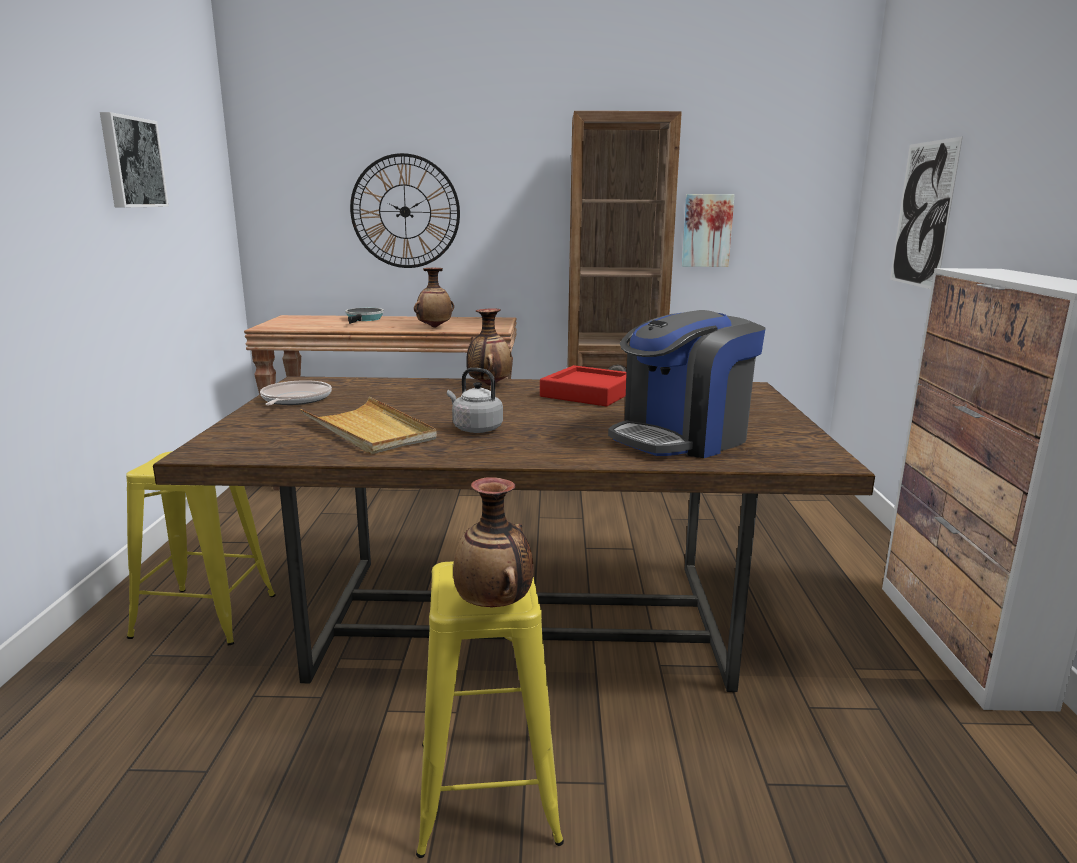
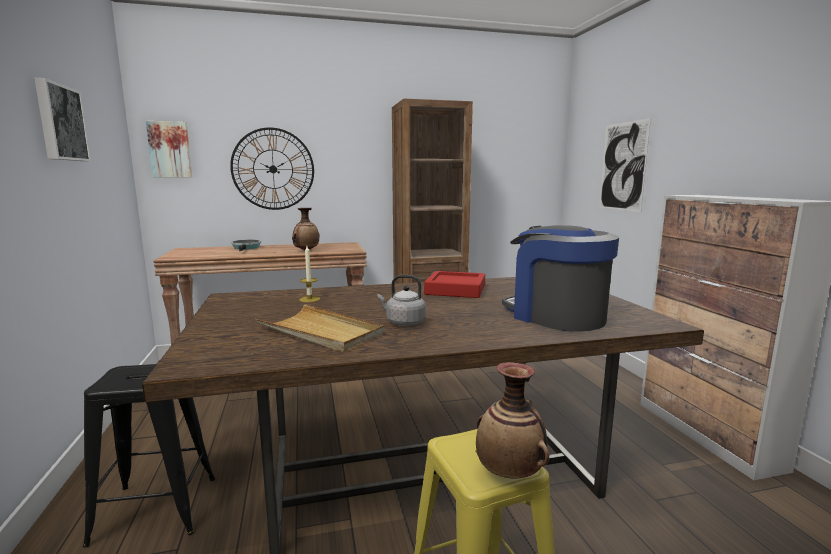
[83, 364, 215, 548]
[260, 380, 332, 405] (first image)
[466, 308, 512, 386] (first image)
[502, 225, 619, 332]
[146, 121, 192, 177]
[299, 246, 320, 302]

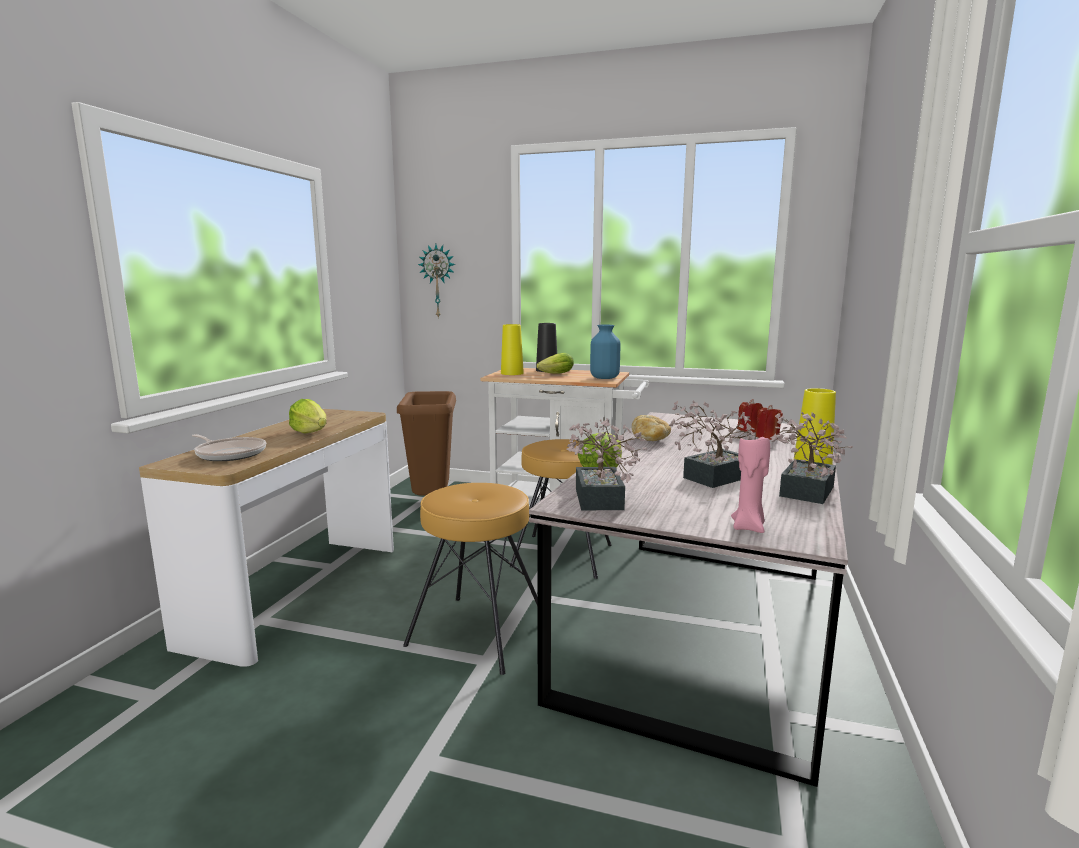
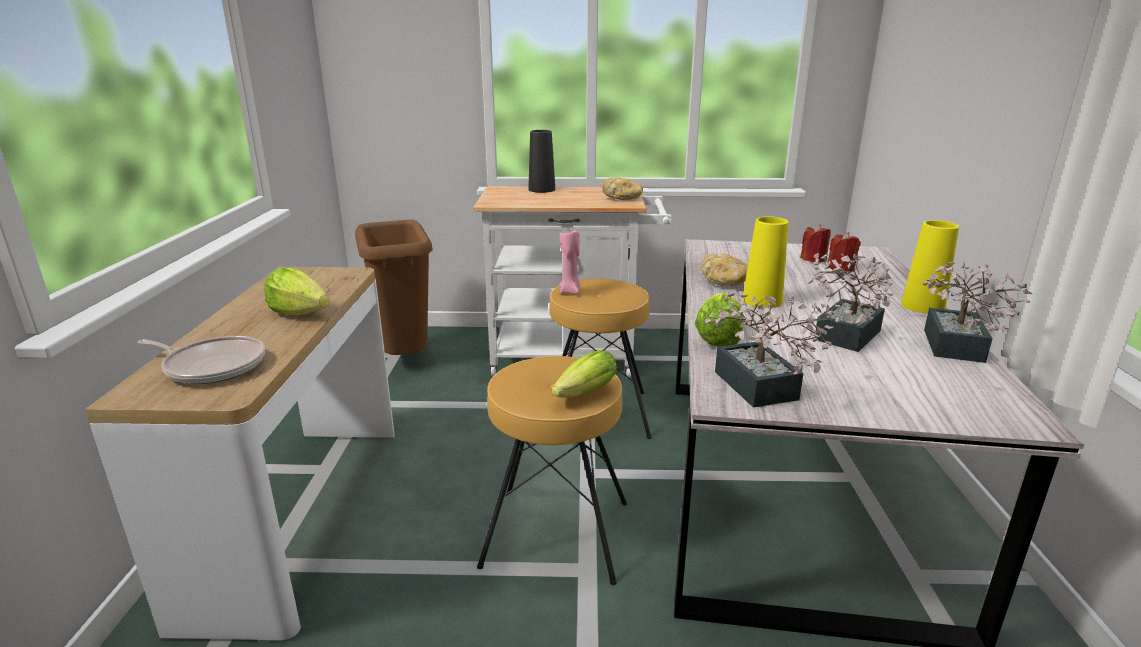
[418, 244, 455, 319] (first image)
[742, 216, 789, 308]
[552, 350, 617, 398]
[602, 177, 643, 200]
[559, 230, 580, 294]

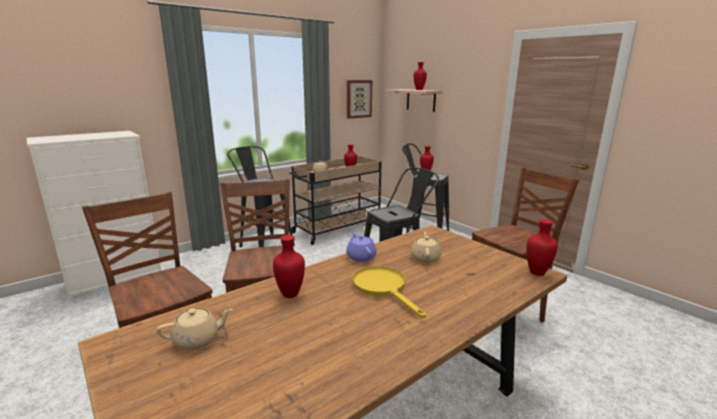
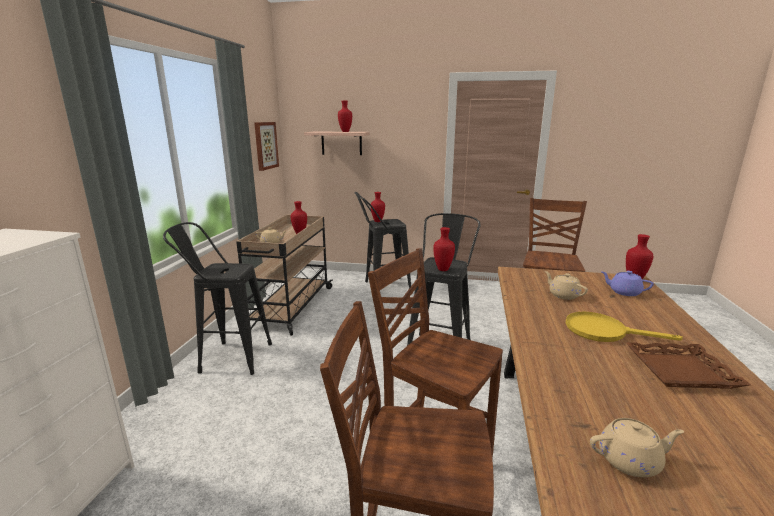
[590, 418, 685, 477]
[433, 227, 455, 271]
[601, 271, 654, 296]
[626, 342, 751, 389]

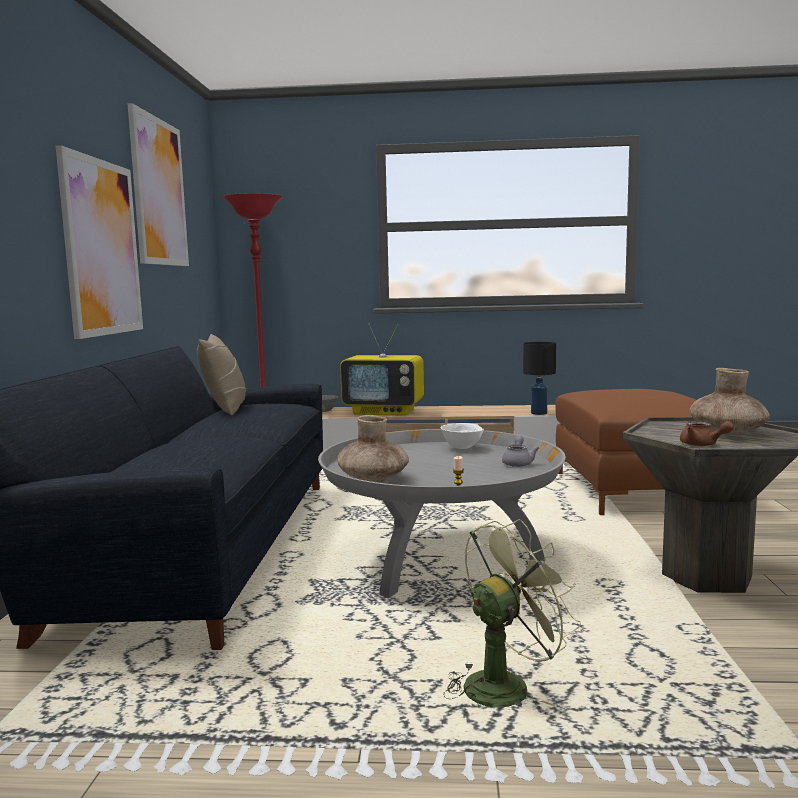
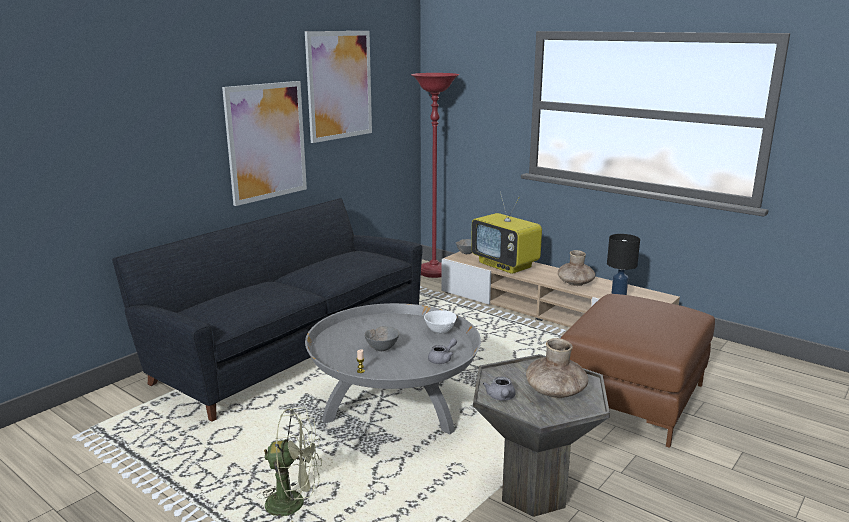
[197, 334, 247, 416] (first image)
[558, 250, 595, 286]
[483, 377, 516, 401]
[364, 326, 400, 351]

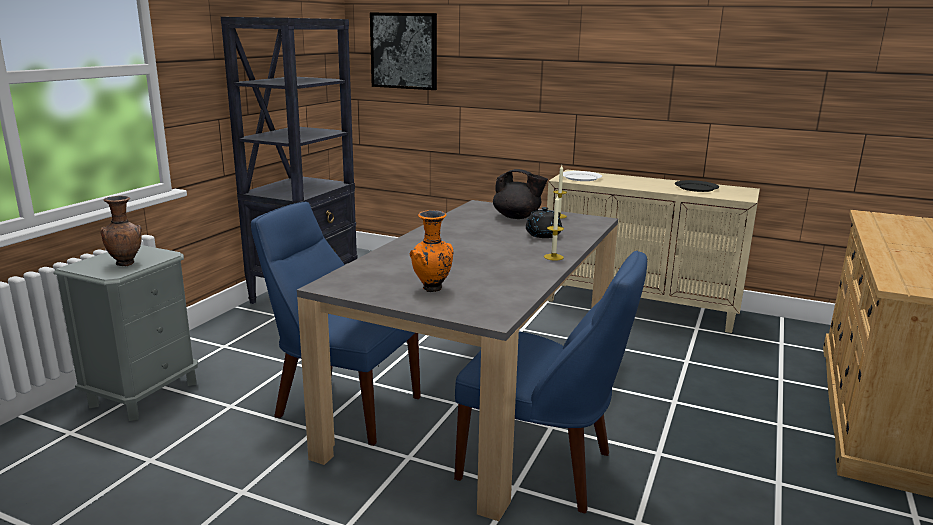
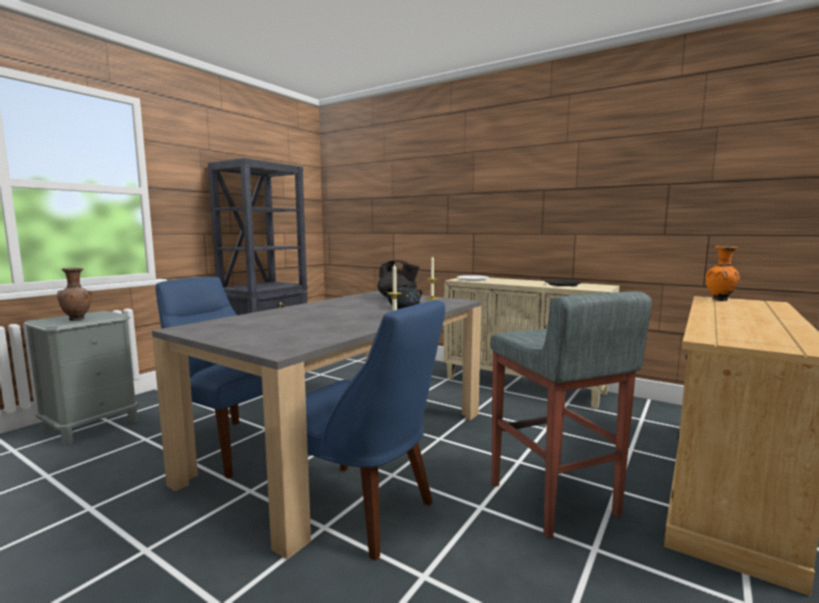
[370, 13, 437, 90] (first image)
[706, 246, 740, 301]
[490, 291, 652, 539]

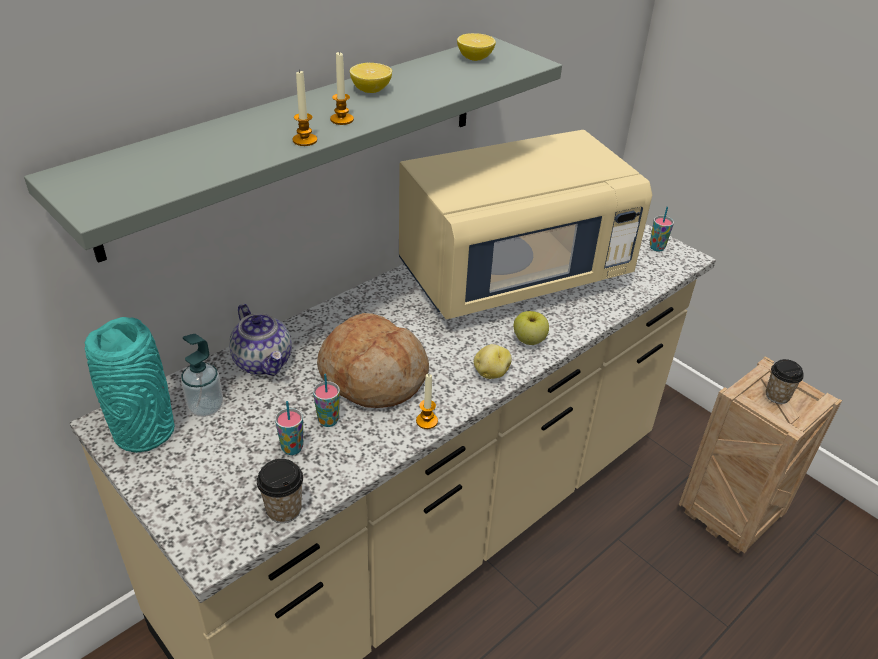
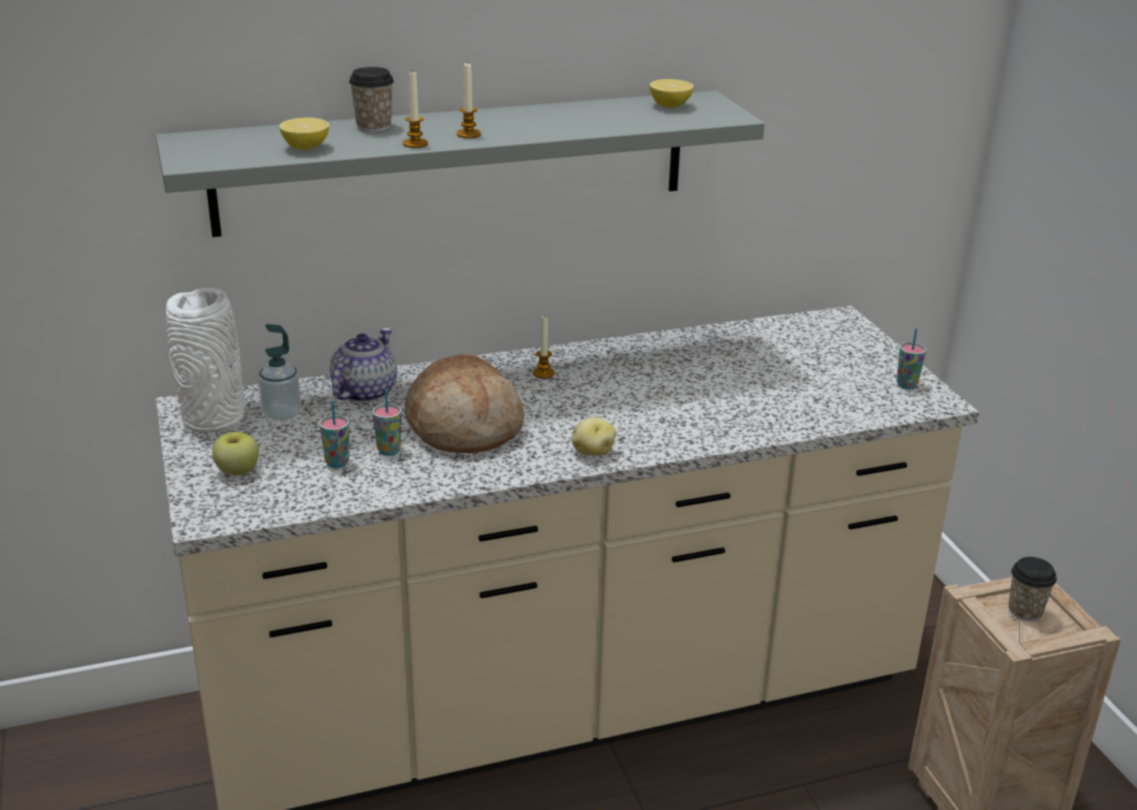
[166, 287, 244, 433]
[330, 328, 397, 403]
[349, 67, 394, 132]
[279, 118, 329, 150]
[399, 130, 652, 319] (first image)
[533, 315, 555, 379]
[212, 432, 259, 476]

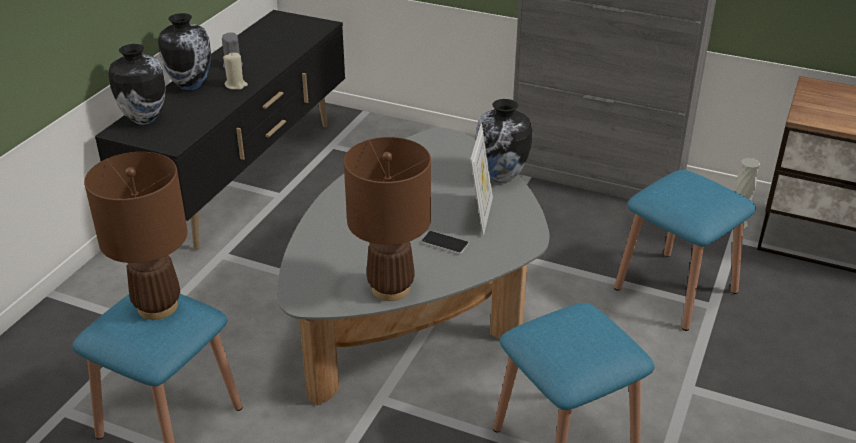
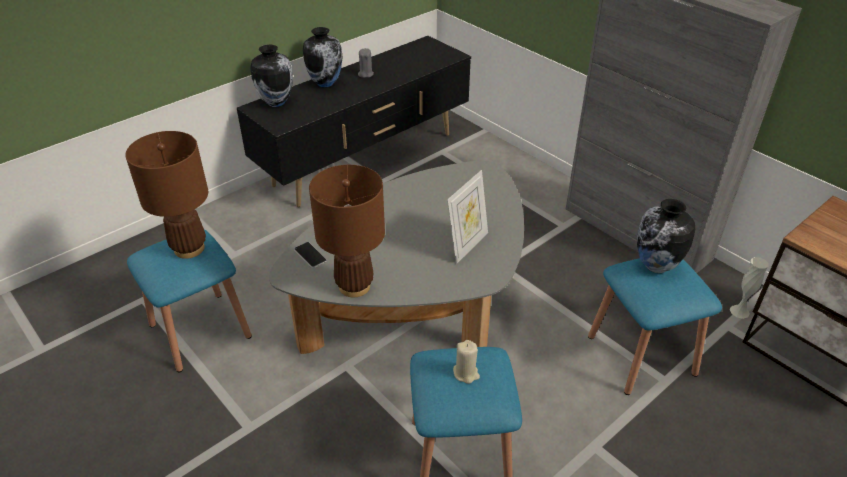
[453, 340, 480, 384]
[294, 242, 327, 268]
[637, 199, 695, 273]

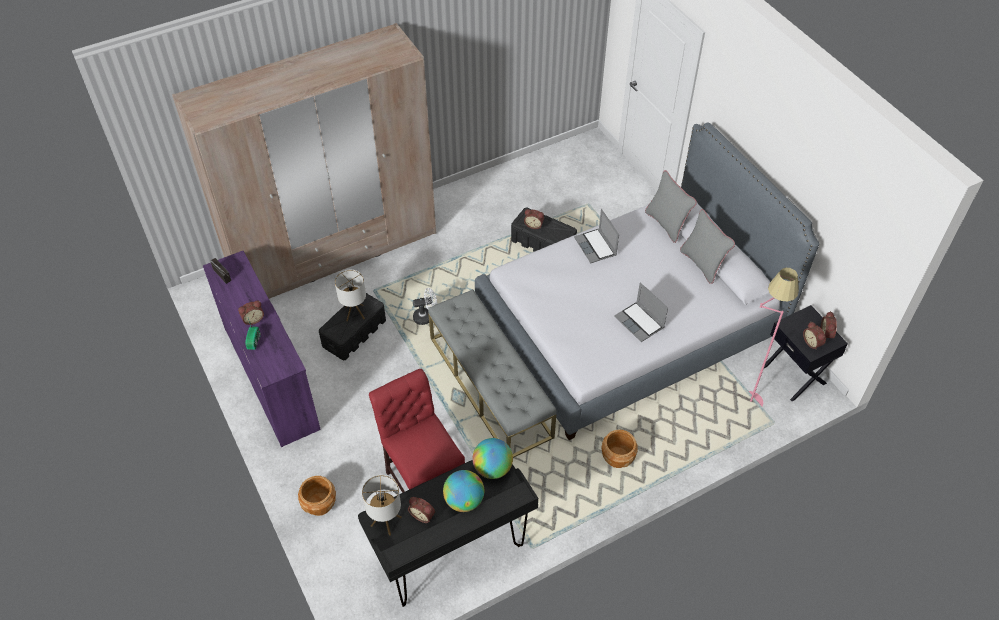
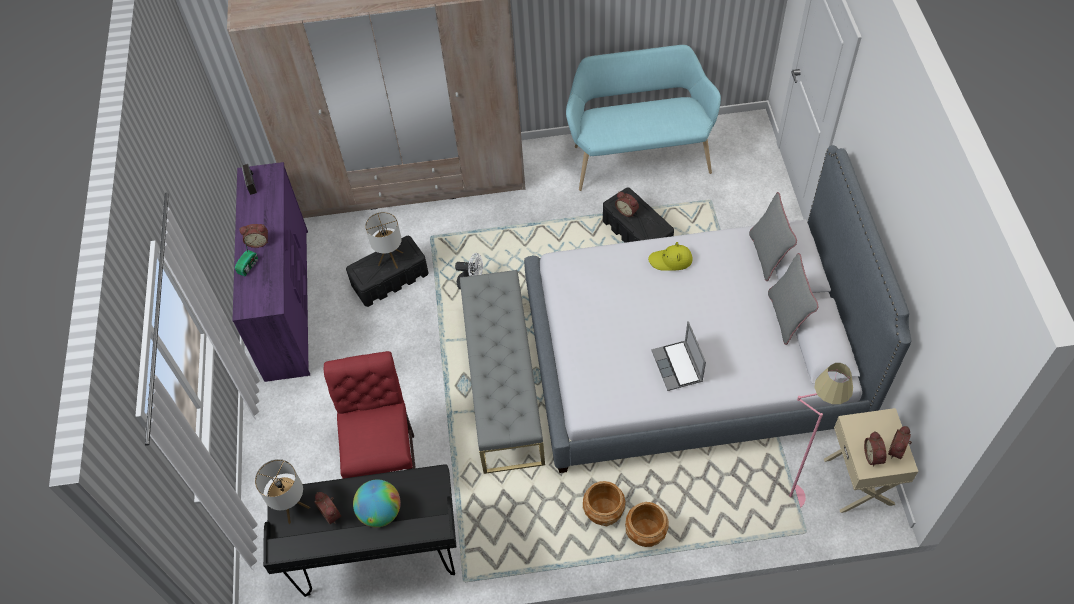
[625, 502, 669, 547]
[472, 438, 513, 479] (first image)
[648, 242, 693, 271]
[824, 408, 919, 513]
[566, 45, 721, 191]

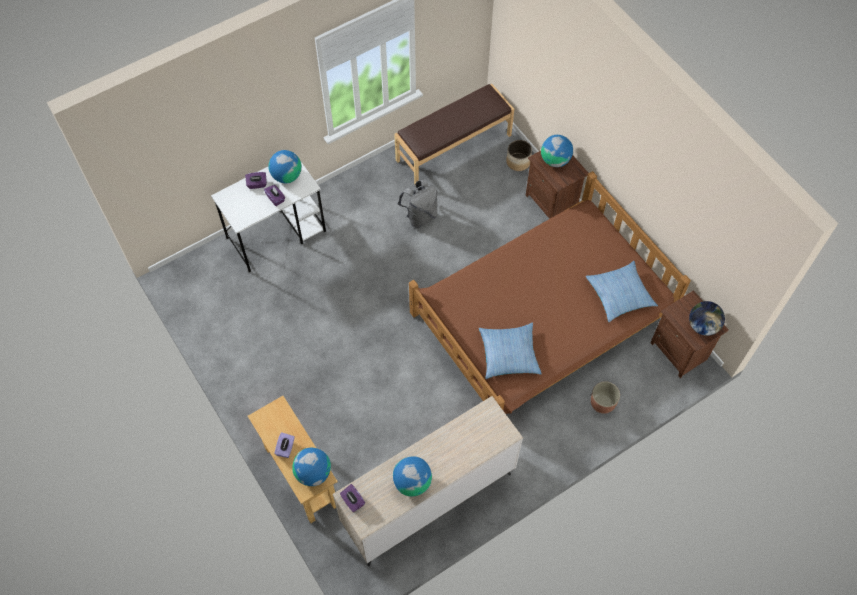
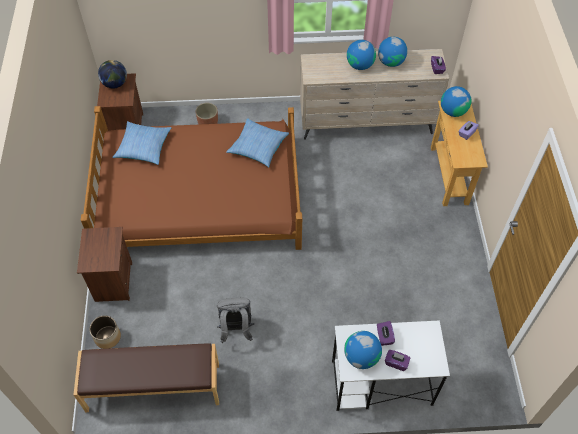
[347, 40, 376, 70]

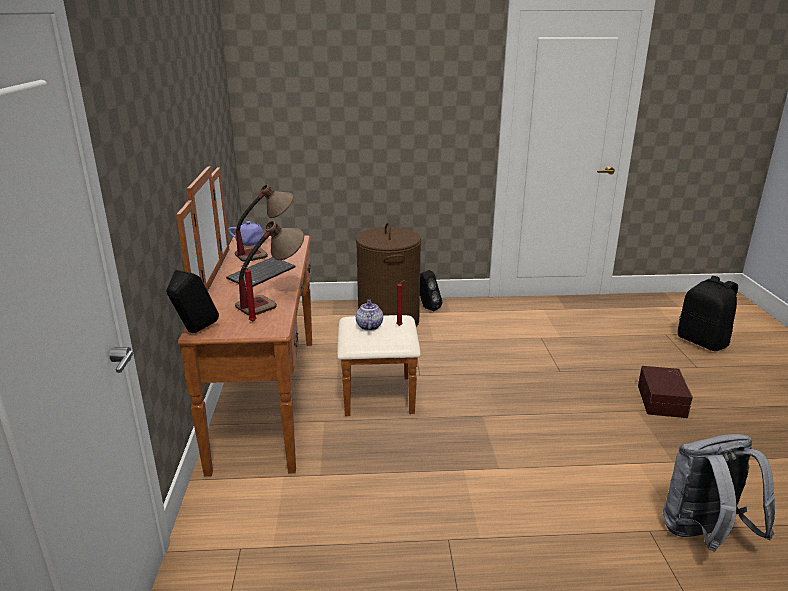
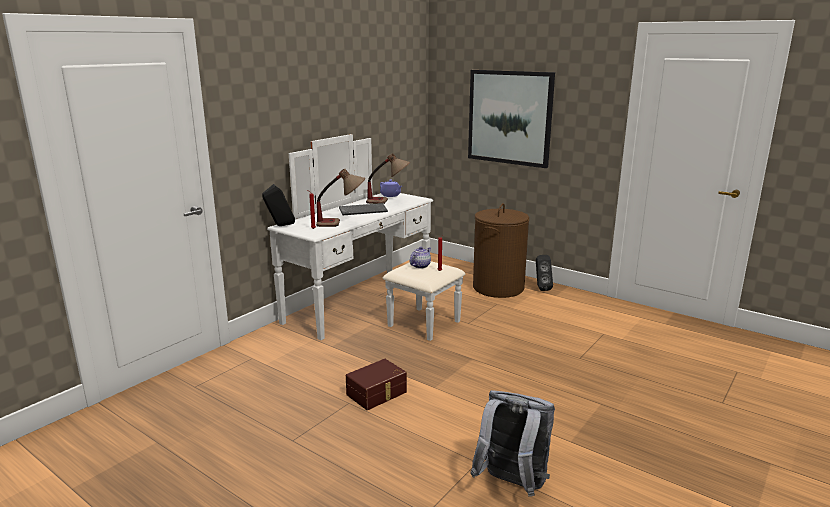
[267, 134, 465, 341]
[346, 359, 407, 410]
[678, 276, 738, 351] (first image)
[468, 70, 555, 168]

